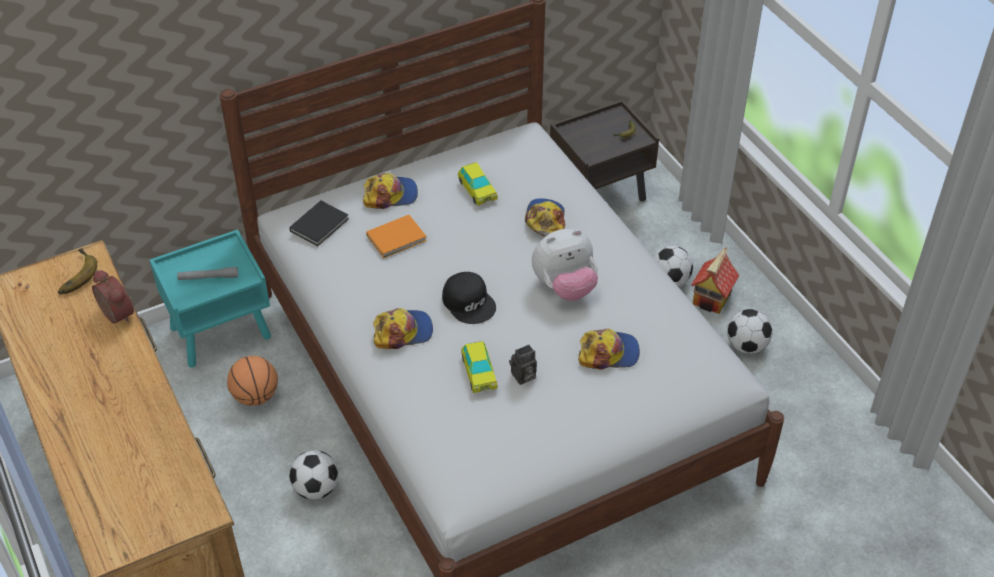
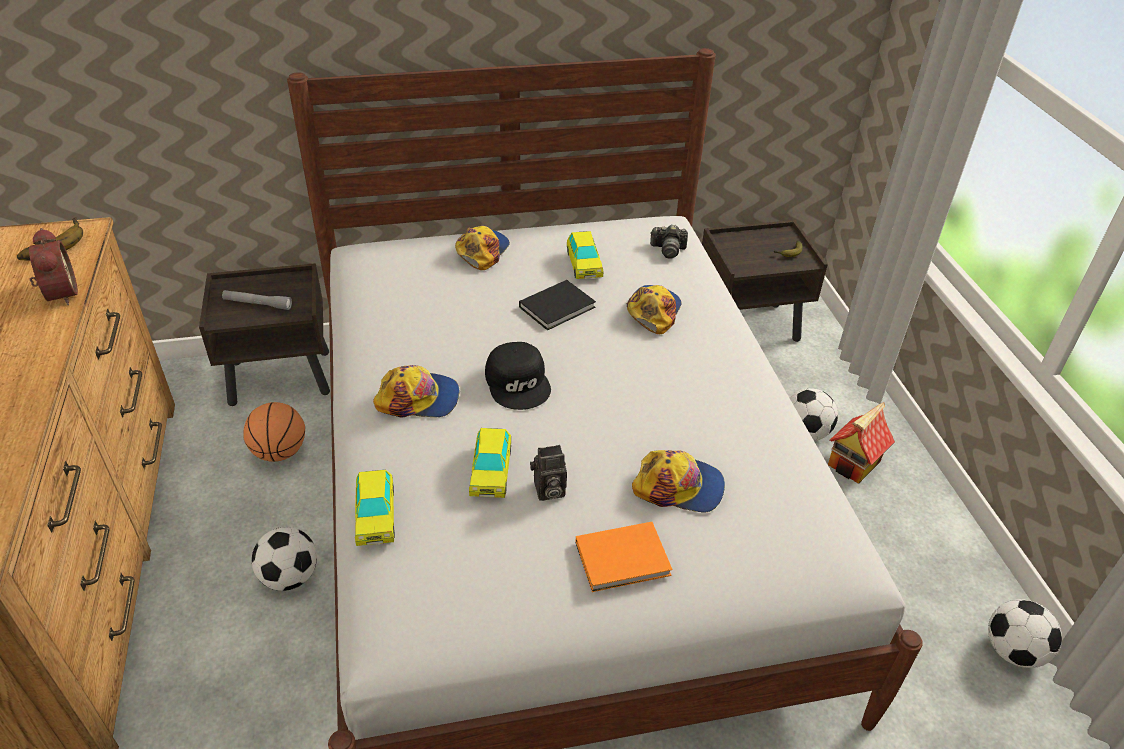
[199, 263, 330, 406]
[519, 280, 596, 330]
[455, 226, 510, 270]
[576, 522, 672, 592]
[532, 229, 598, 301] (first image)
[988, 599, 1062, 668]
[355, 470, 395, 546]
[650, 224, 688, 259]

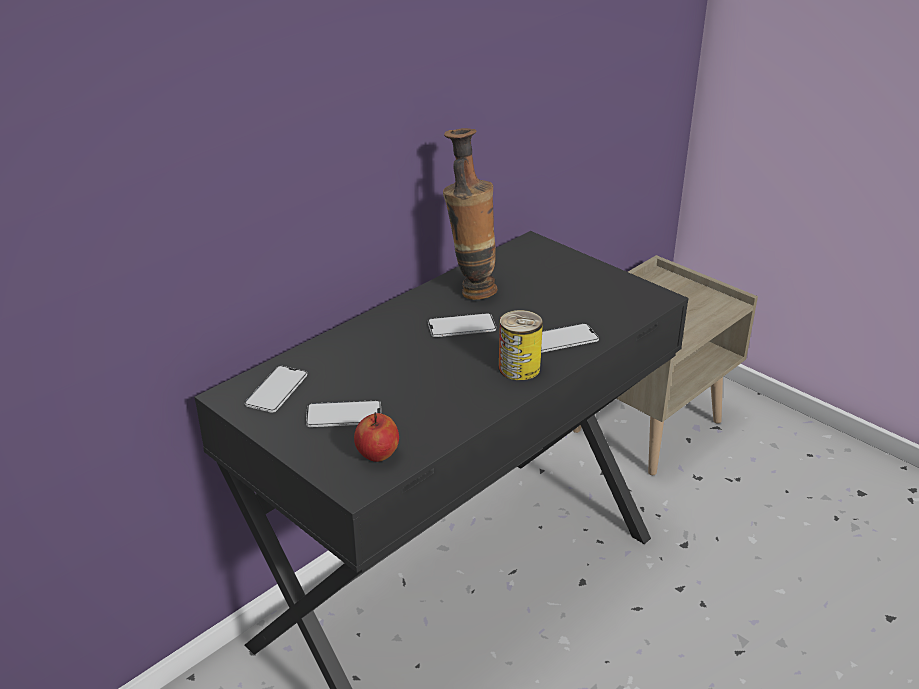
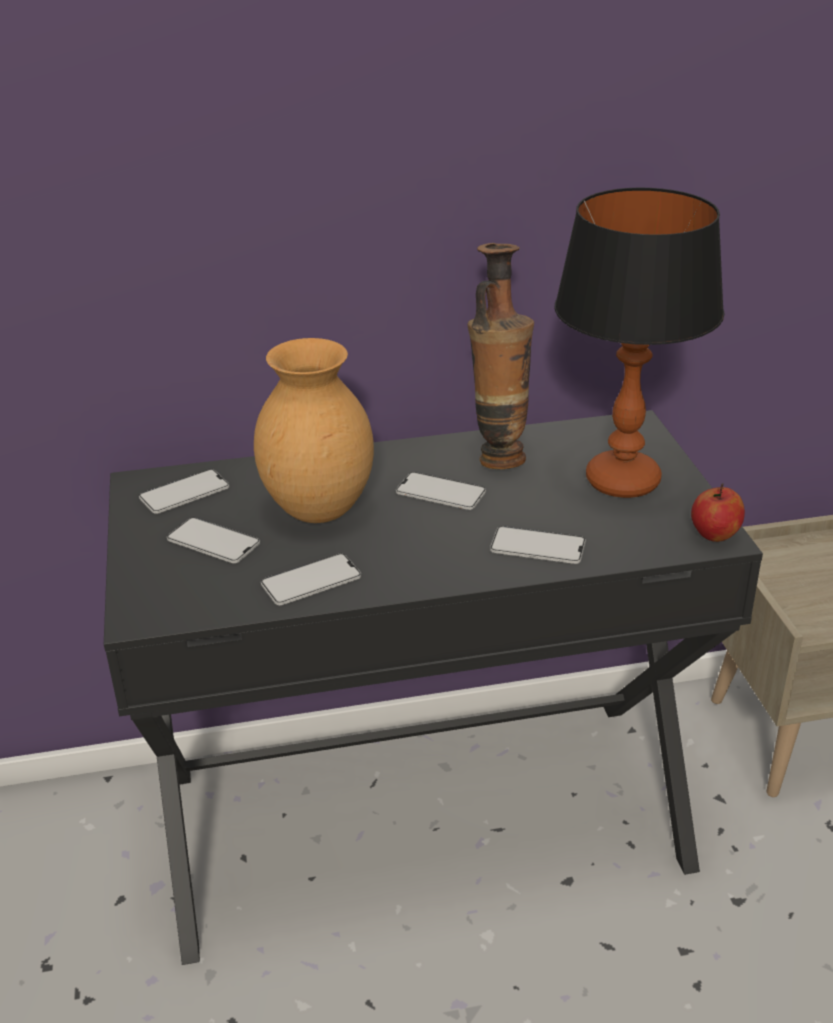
[691, 483, 745, 542]
[499, 310, 543, 380] (first image)
[254, 338, 374, 523]
[261, 554, 361, 605]
[555, 188, 724, 498]

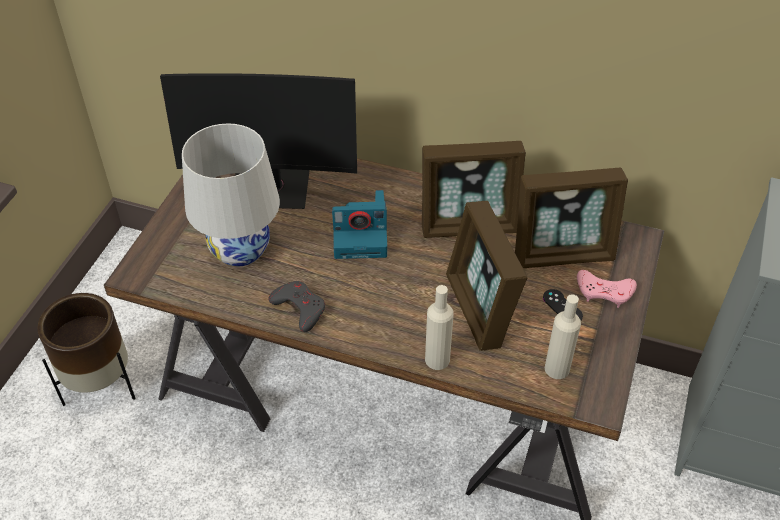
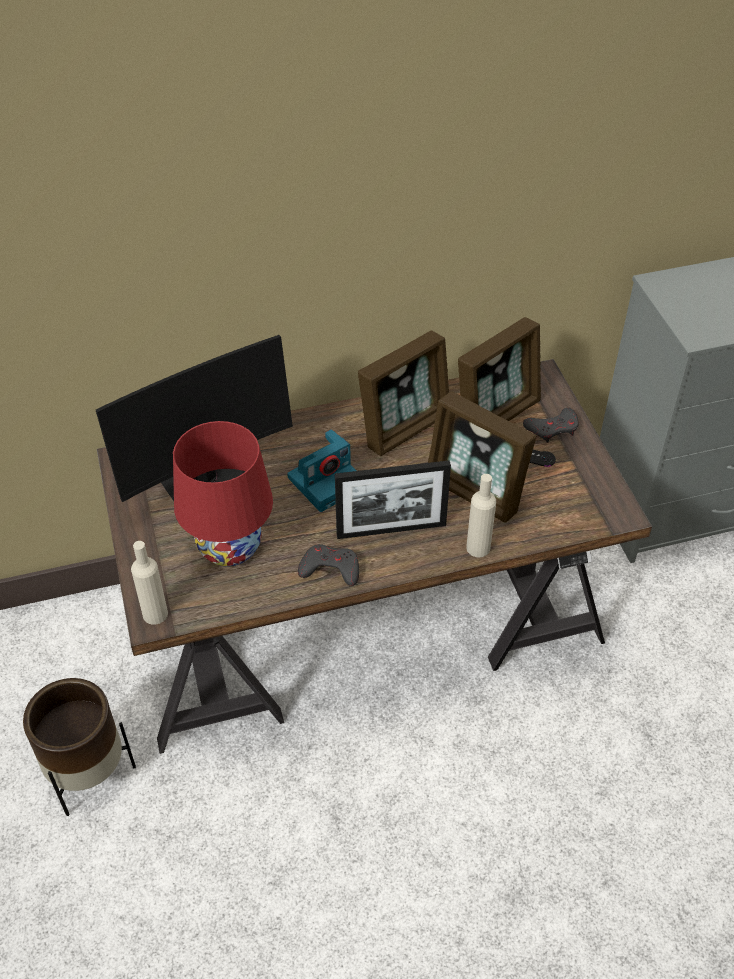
[173, 421, 273, 567]
[131, 541, 168, 625]
[523, 408, 579, 443]
[335, 460, 451, 539]

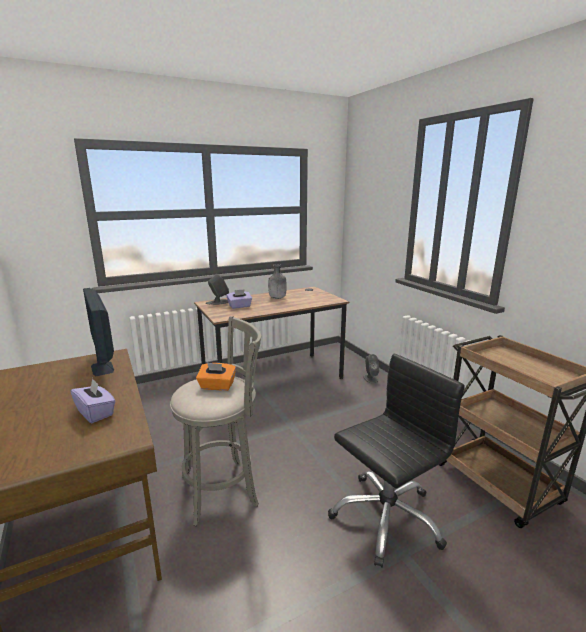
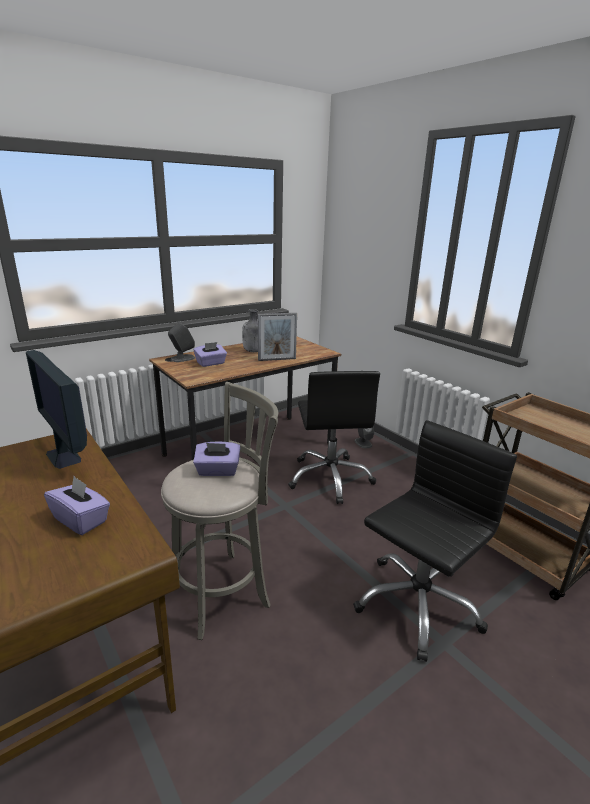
[193, 441, 240, 476]
[258, 313, 297, 361]
[288, 371, 380, 504]

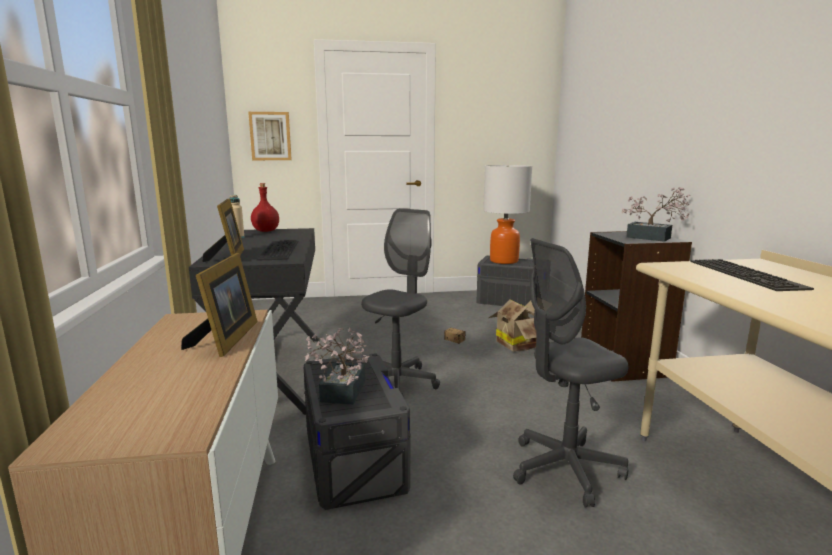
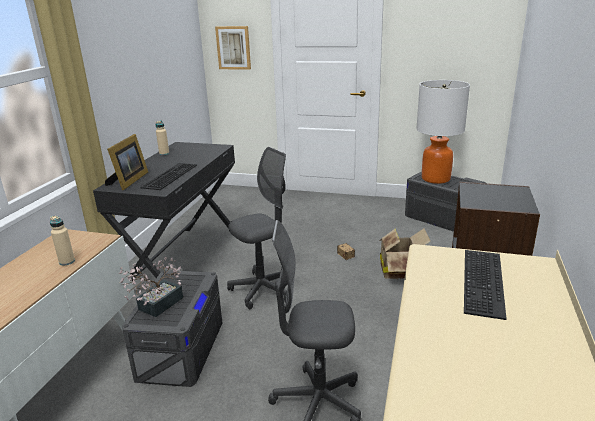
[50, 216, 75, 266]
[251, 183, 279, 232] (first image)
[622, 187, 690, 242] (first image)

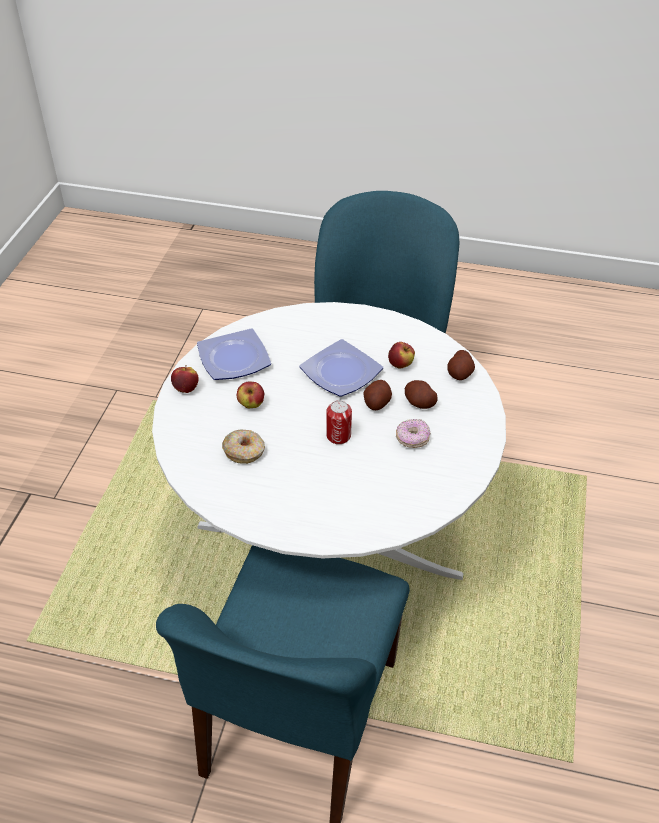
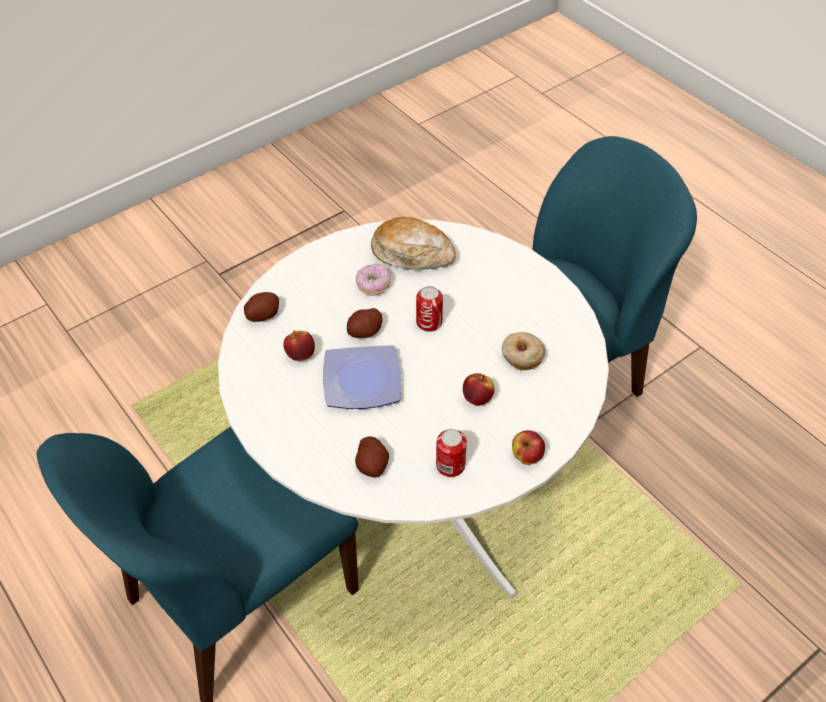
[436, 429, 467, 477]
[355, 436, 389, 478]
[371, 217, 456, 270]

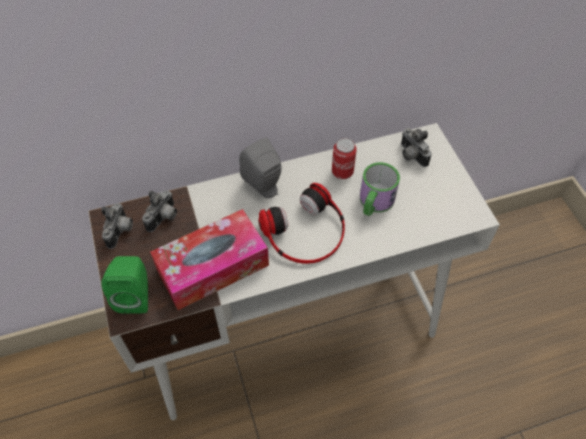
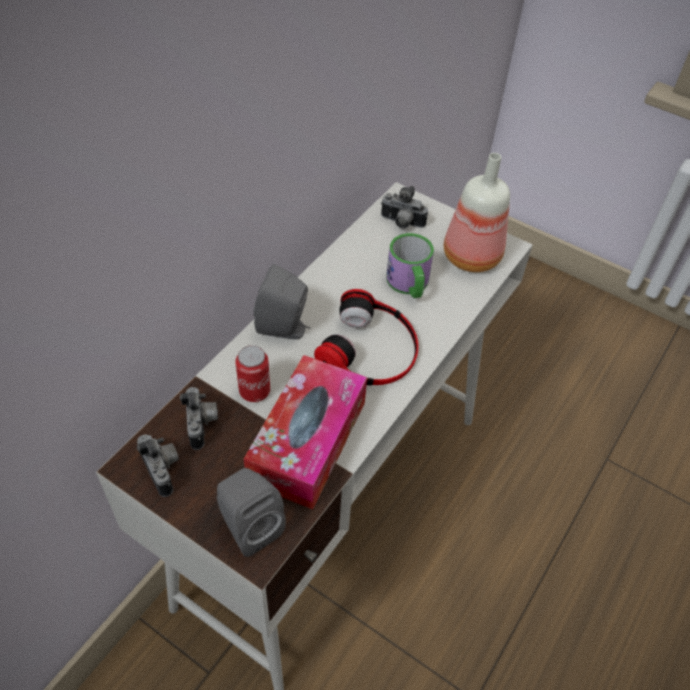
[217, 468, 286, 557]
[235, 345, 270, 402]
[444, 153, 510, 272]

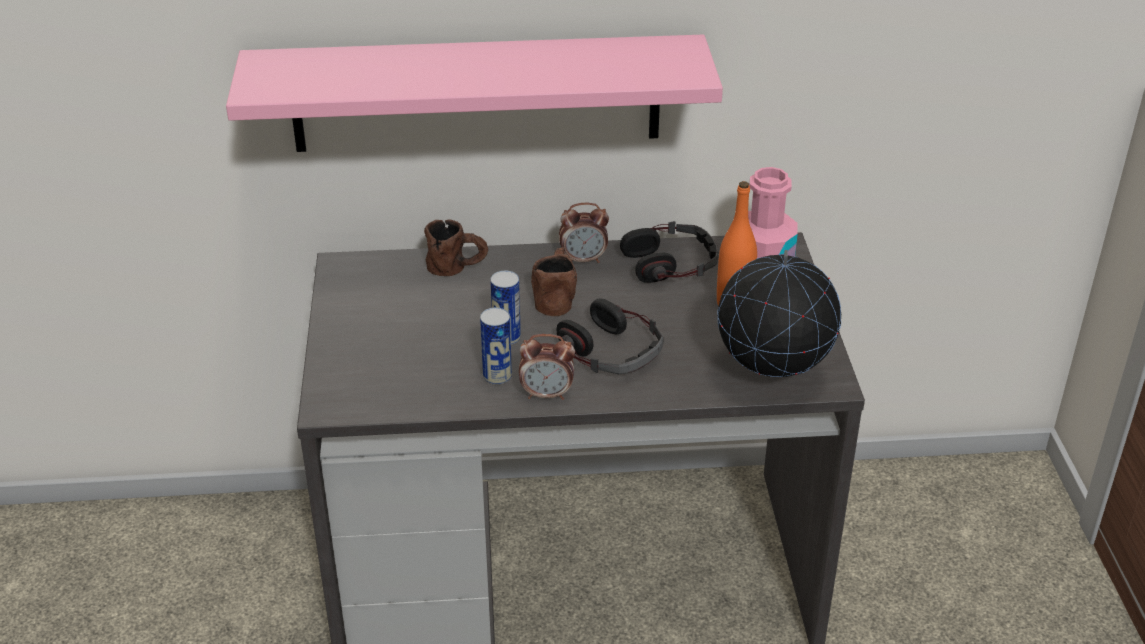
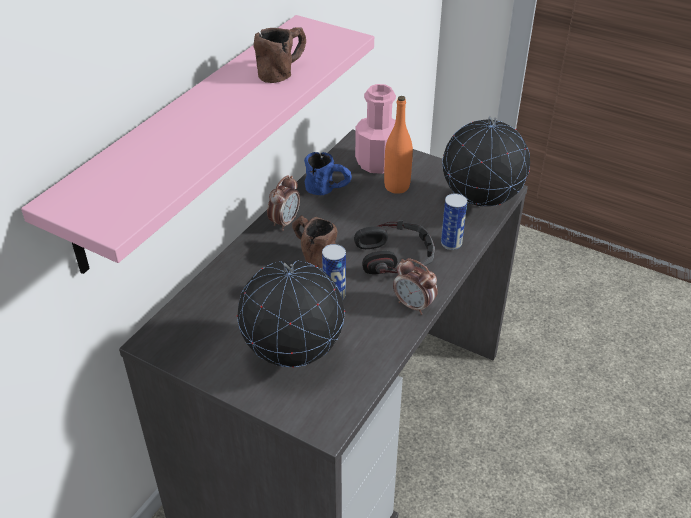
[254, 27, 306, 83]
[441, 193, 467, 250]
[393, 258, 438, 315]
[304, 152, 352, 195]
[237, 260, 345, 368]

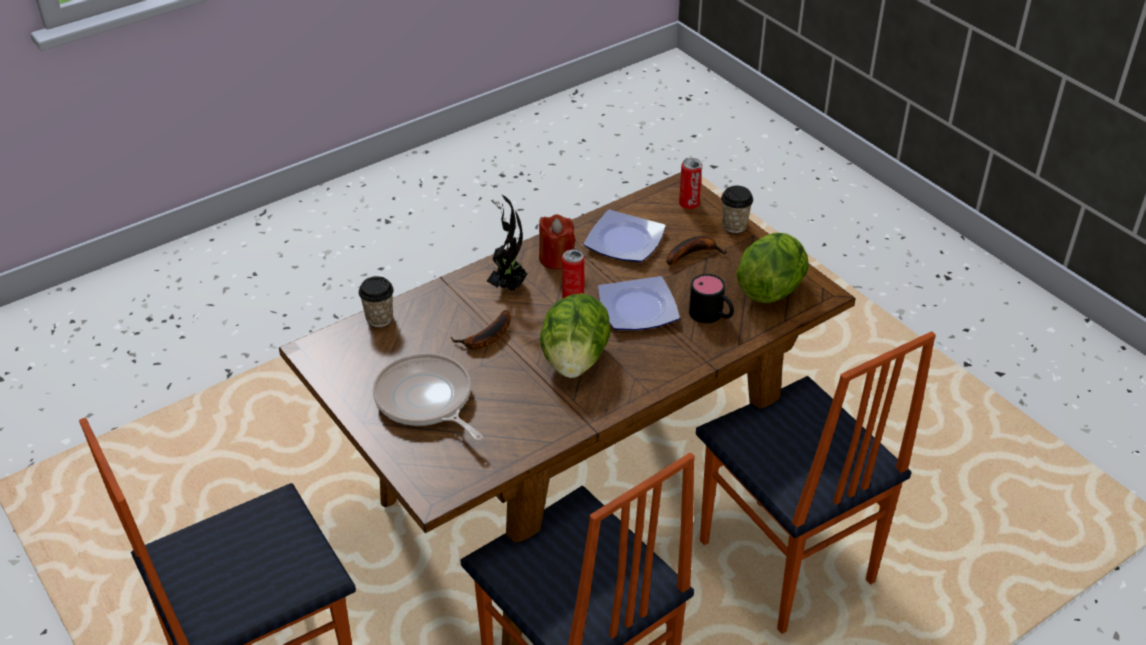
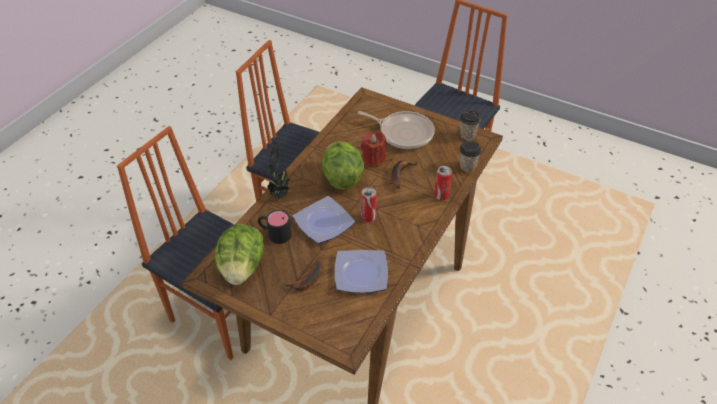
[267, 141, 290, 199]
[361, 131, 386, 168]
[434, 166, 452, 200]
[460, 110, 481, 140]

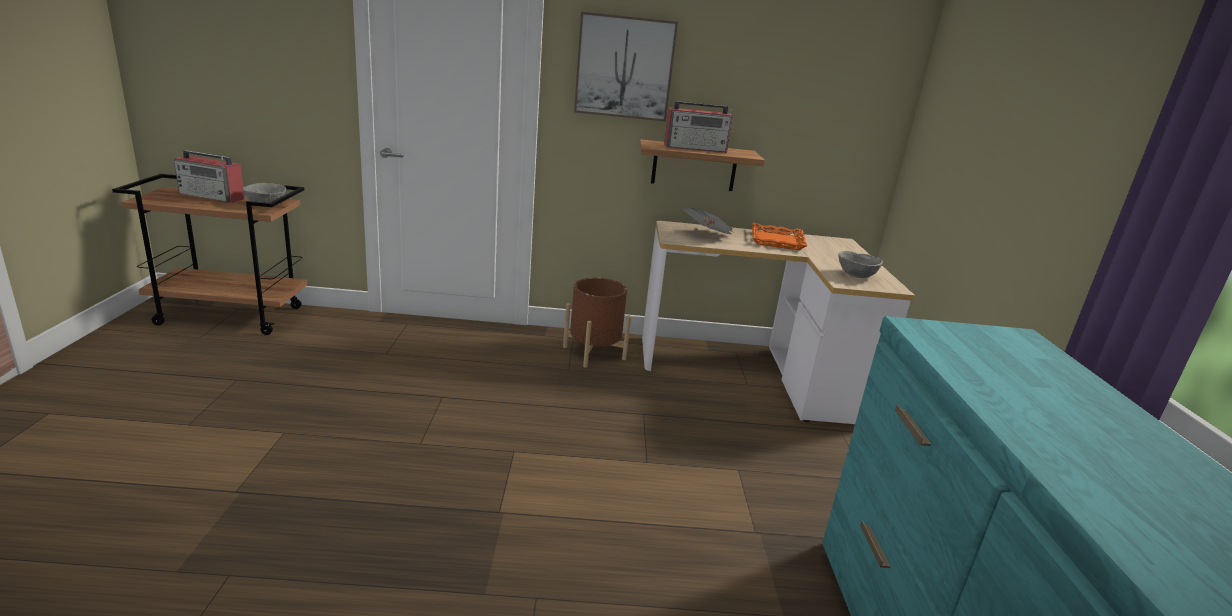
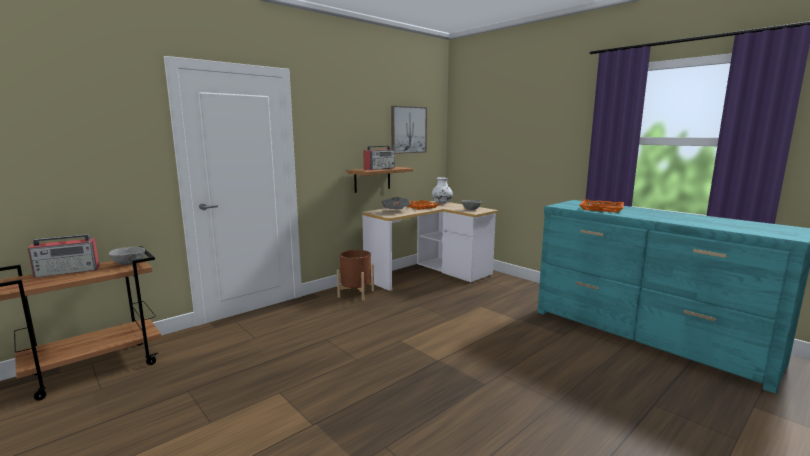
[391, 106, 427, 154]
[432, 177, 453, 204]
[579, 199, 624, 213]

